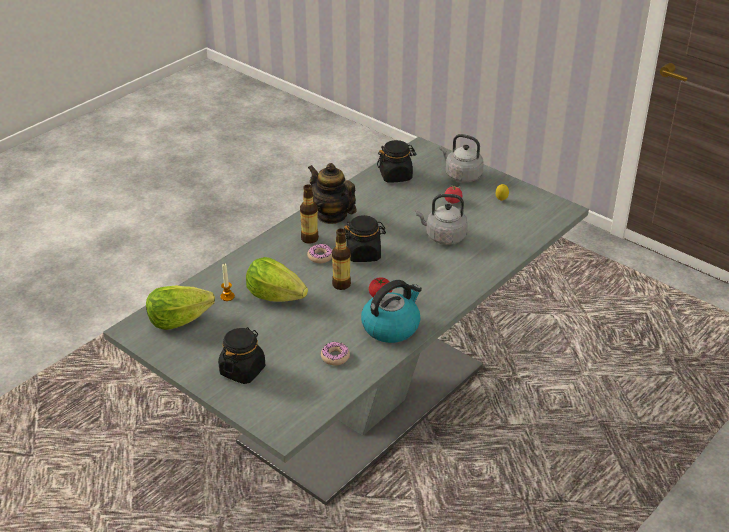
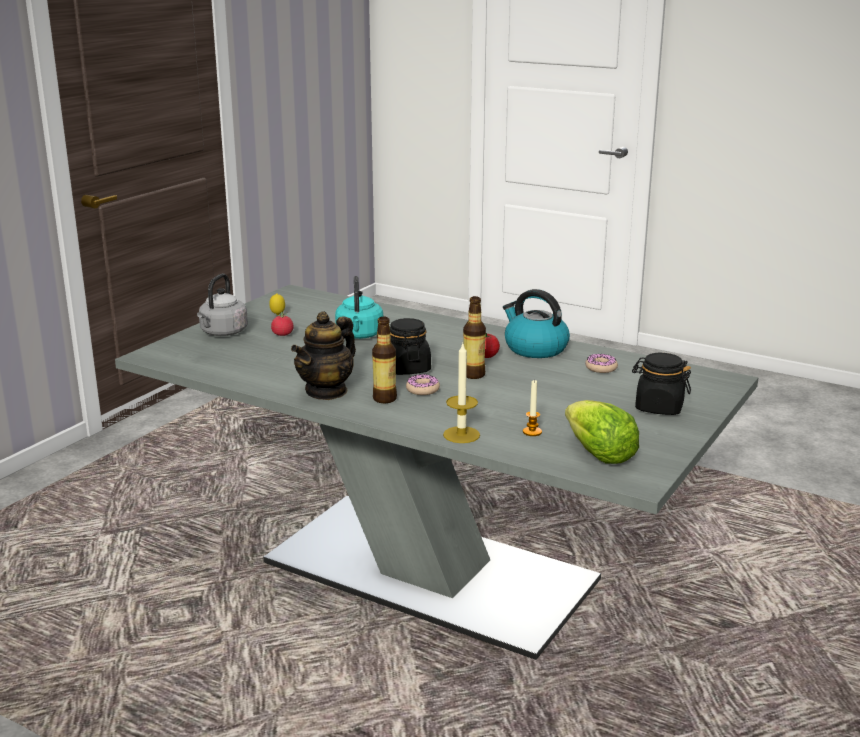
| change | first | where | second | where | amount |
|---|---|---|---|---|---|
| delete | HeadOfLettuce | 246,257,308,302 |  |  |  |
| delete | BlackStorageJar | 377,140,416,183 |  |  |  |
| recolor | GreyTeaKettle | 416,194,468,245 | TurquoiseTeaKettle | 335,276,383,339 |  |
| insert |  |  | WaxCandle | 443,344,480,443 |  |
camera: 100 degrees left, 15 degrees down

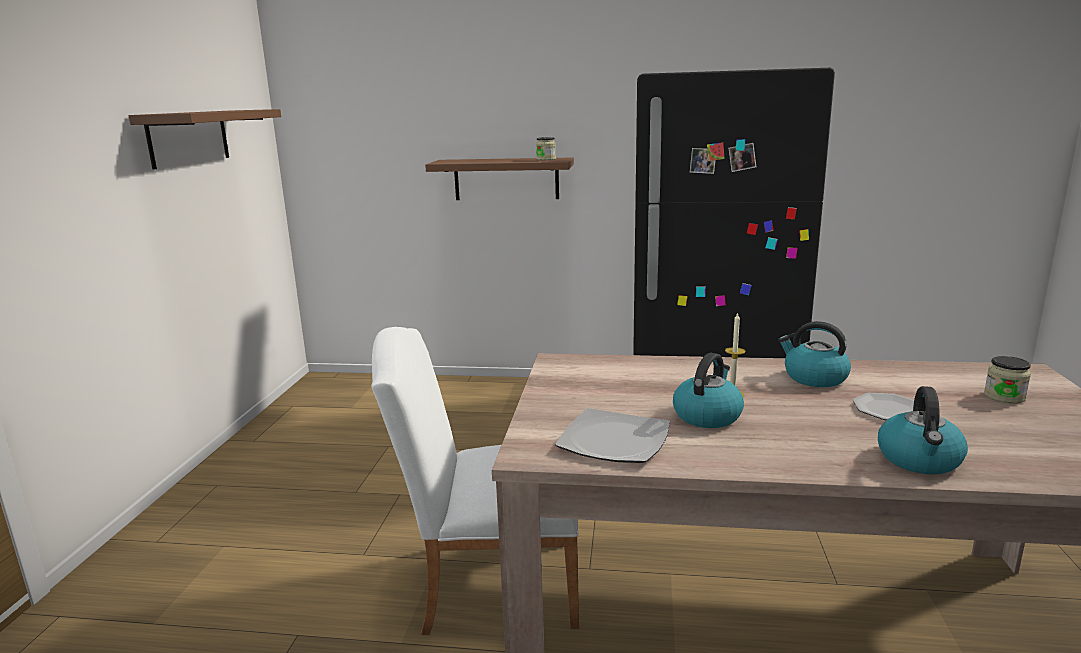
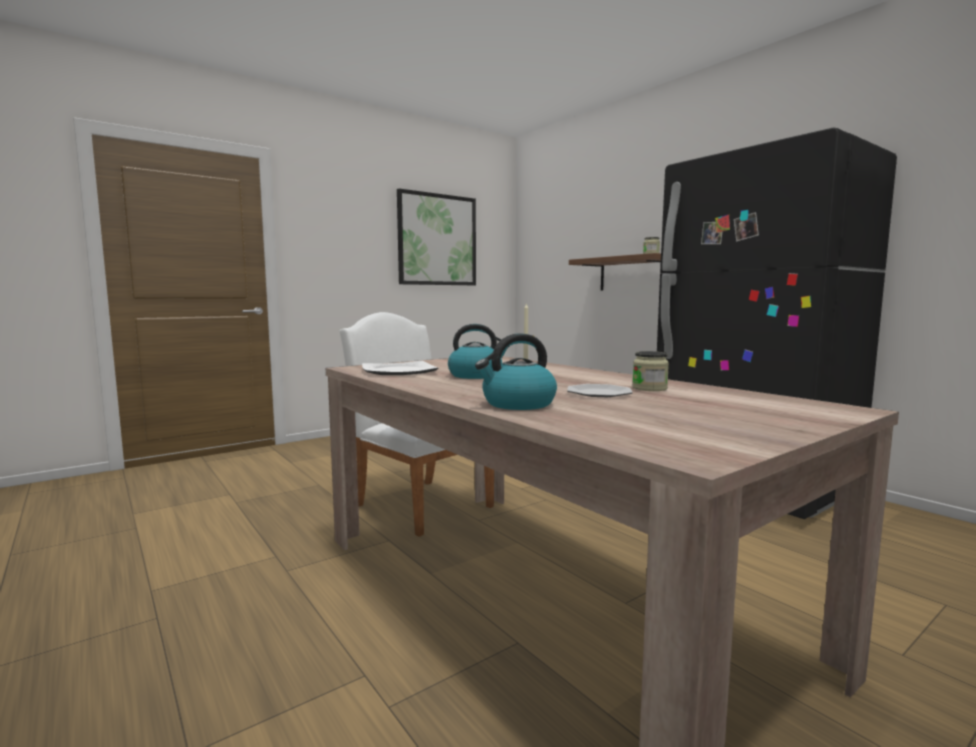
| change | first | where | second | where | amount |
|---|---|---|---|---|---|
| replace | BrownBracketShelf | 129,109,281,170 | WallArt | 397,188,476,285 |  |
| delete | TeaKettle | 778,321,851,387 |  |  |  |
| move | StorageJar | 984,356,1031,403 |  | 632,351,669,391 |  |
camera: 45 degrees right, 10 degrees down

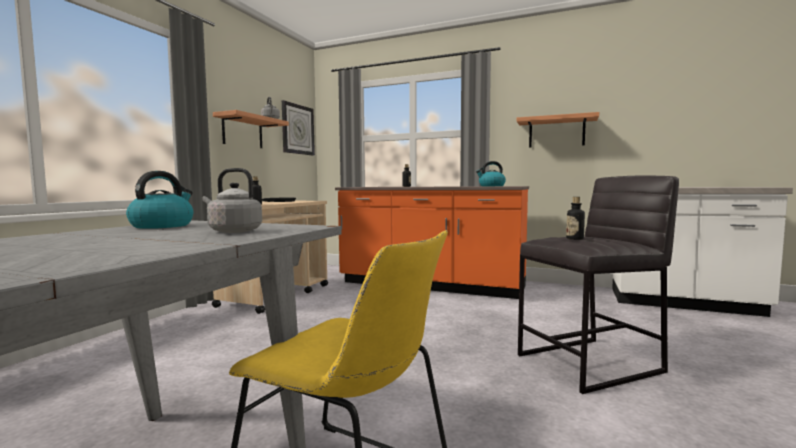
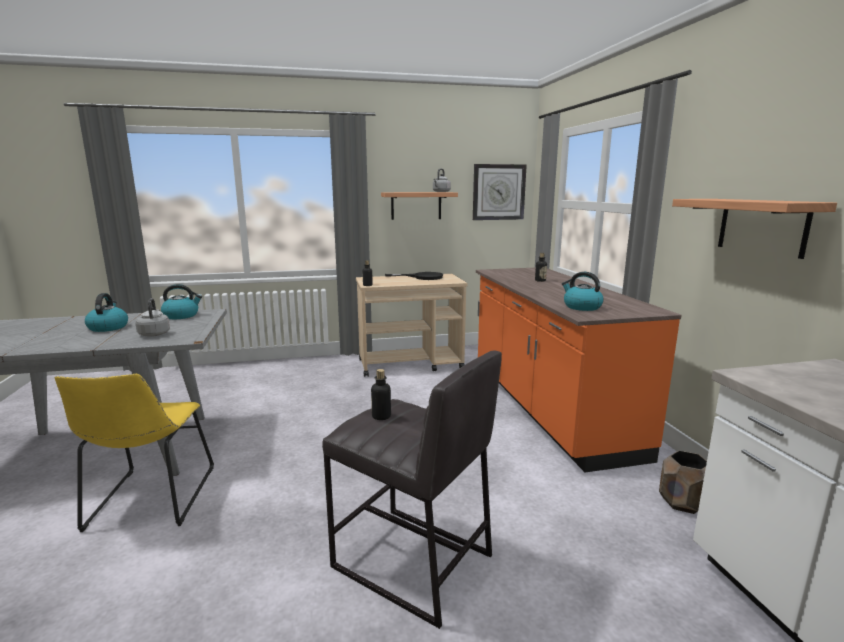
| change | first | where | second | where | amount |
|---|---|---|---|---|---|
| insert |  |  | TeaKettle | 85,293,128,332 |  |
| insert |  |  | BrownFlowerPot | 659,450,707,514 |  |
camera: 55 degrees right, 10 degrees up

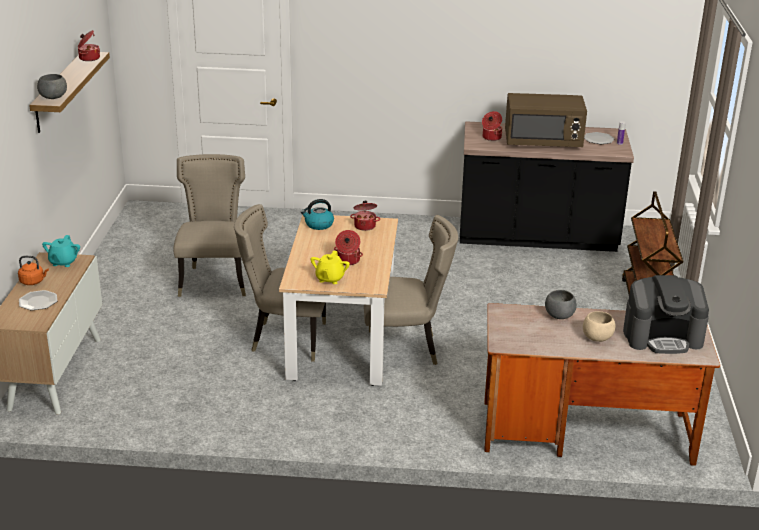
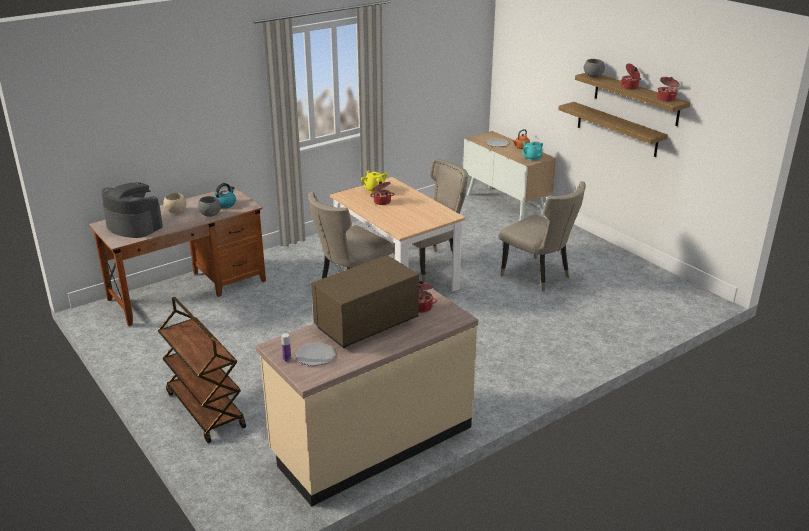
| change | first | where | second | where | amount |
|---|---|---|---|---|---|
| move | TeaKettle | 301,199,334,230 |  | 213,183,236,209 |  |
| move | CookingPot | 350,201,380,231 |  | 620,63,641,90 |  |
| recolor | BlackKitchenCounter | 460,121,634,252 | BeigeKitchenCounter | 256,283,478,506 |  |
| rotate | CoffeeBrewer | 623,275,709,354 |  | 101,182,163,238 | 75 degrees clockwise |
| insert |  |  | BracketShelf | 558,102,668,157 |  |
camera: 140 degrees right, 0 degrees up

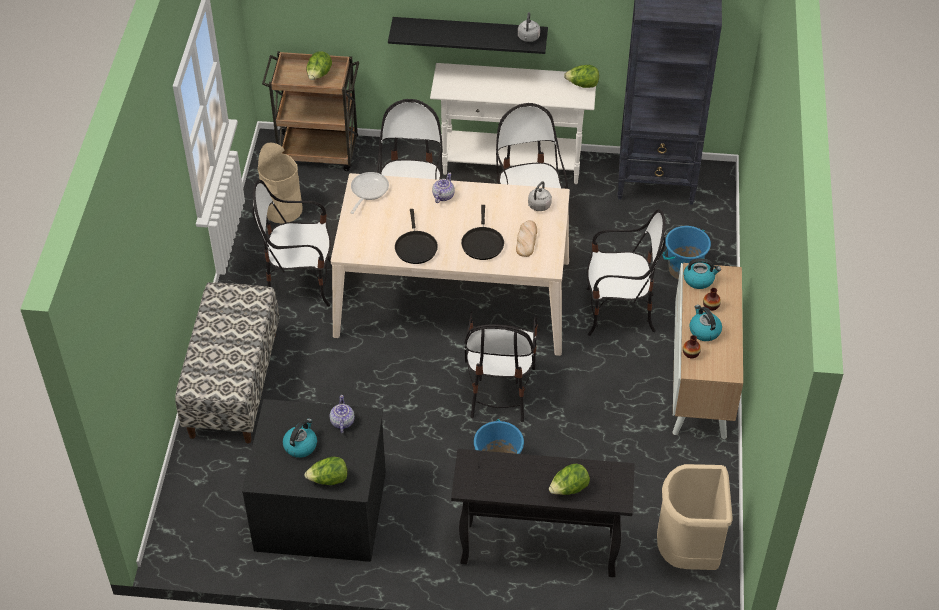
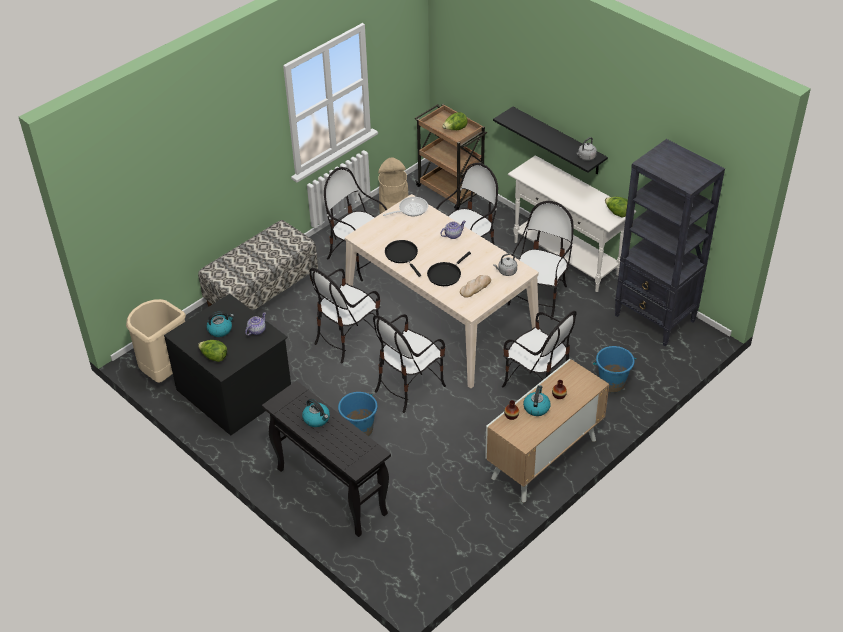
| change | first | where | second | where | amount |
|---|---|---|---|---|---|
| rotate | BlackFryingPan | 395,209,438,264 |  | 385,240,421,277 | 120 degrees clockwise |
| delete | HeadOfLettuce | 549,463,590,495 |  |  |  |
| move | BeigeRubbishBin | 657,464,733,570 |  | 126,299,186,383 |  |
| move | TeaKettle | 683,258,721,289 |  | 302,399,330,427 |  |
| insert |  |  | Chair | 309,268,380,364 |  |
camera: 40 degrees right, 5 degrees down

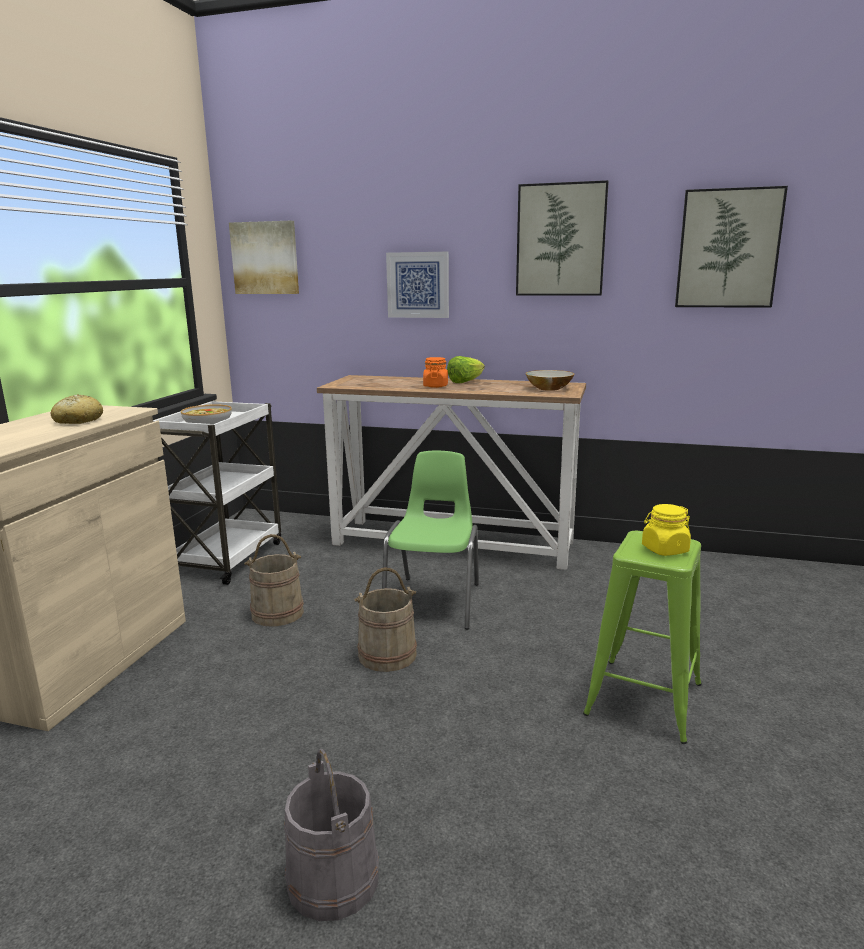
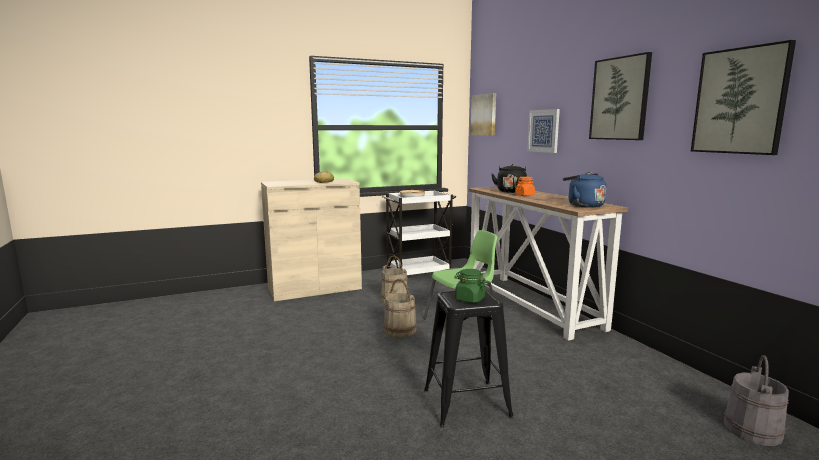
| change | first | where | second | where | amount |
|---|---|---|---|---|---|
| move | GreyBucket | 284,749,379,921 |  | 724,355,789,446 |  |
| delete | HeadOfLettuce | 447,356,485,383 |  |  |  |
| replace | Bowl | 525,370,574,391 | BluishTeaKettle | 563,172,607,208 |  |
| recolor | GreenColouredSittingStool | 583,531,702,744 | BlackSittingStool | 424,290,514,427 |  |
| recolor | YellowStorageJar | 642,504,691,556 | GreenColouredStorageJar | 454,269,486,303 |  |
| insert |  |  | BlackTeaKettle | 492,164,527,193 |  |
camera: 50 degrees right, 5 degrees down

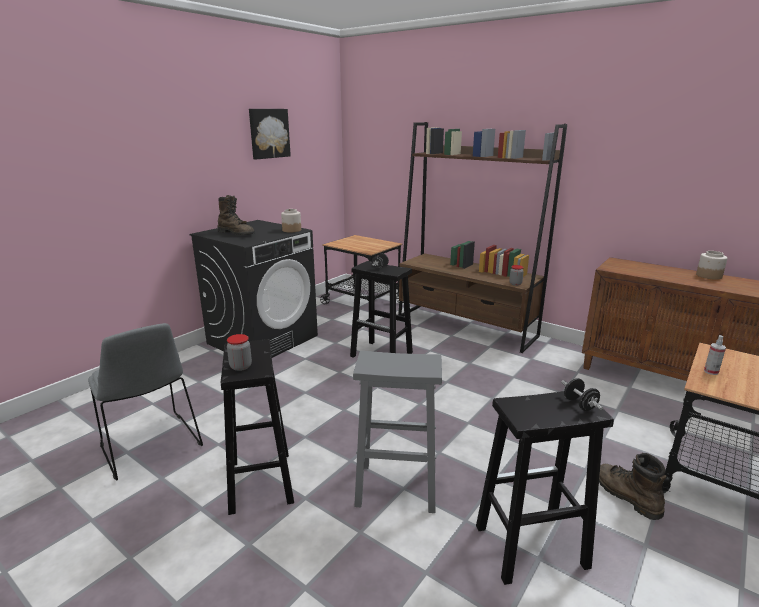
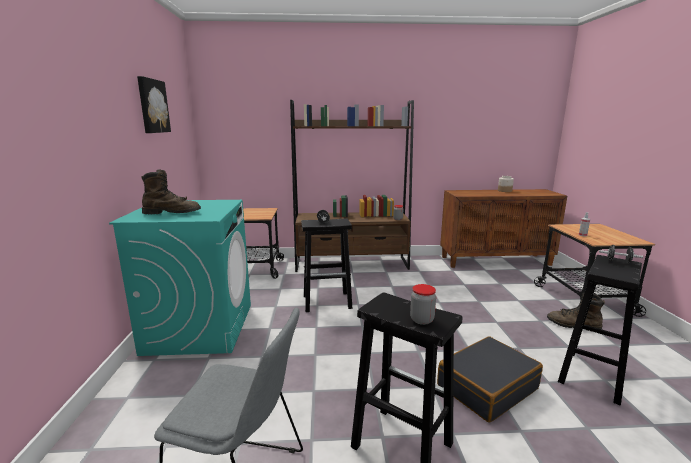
| change | first | where | second | where | amount |
|---|---|---|---|---|---|
| recolor | BlackLaundryAppliance | 190,220,318,358 | TurquoiseLaundryAppliance | 109,200,251,356 |  |
| delete | StorageJar | 281,209,301,233 |  |  |  |
| replace | GreySittingStool | 353,351,442,513 | BlackTravelCase | 437,336,543,423 |  |
camera: 40 degrees left, 5 degrees down

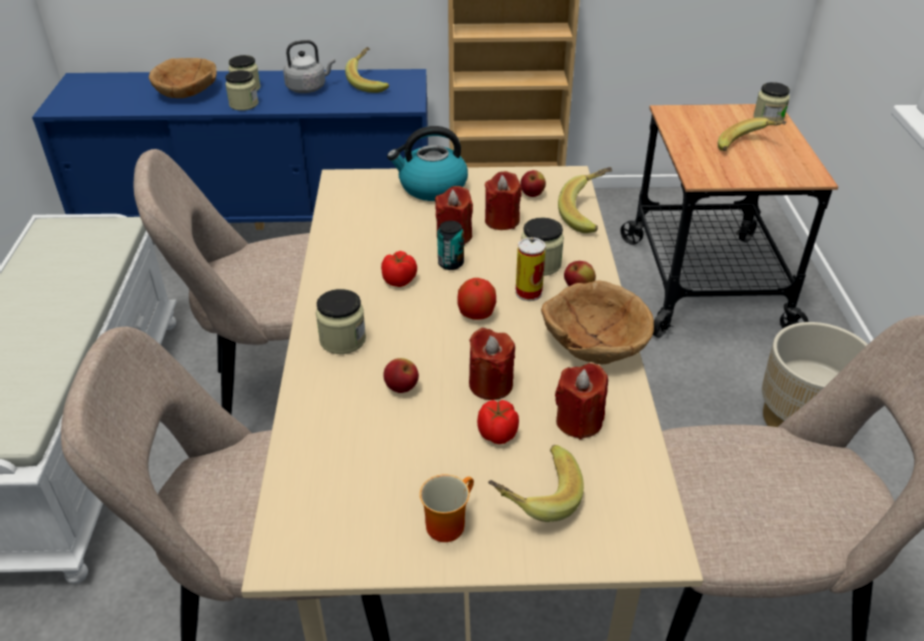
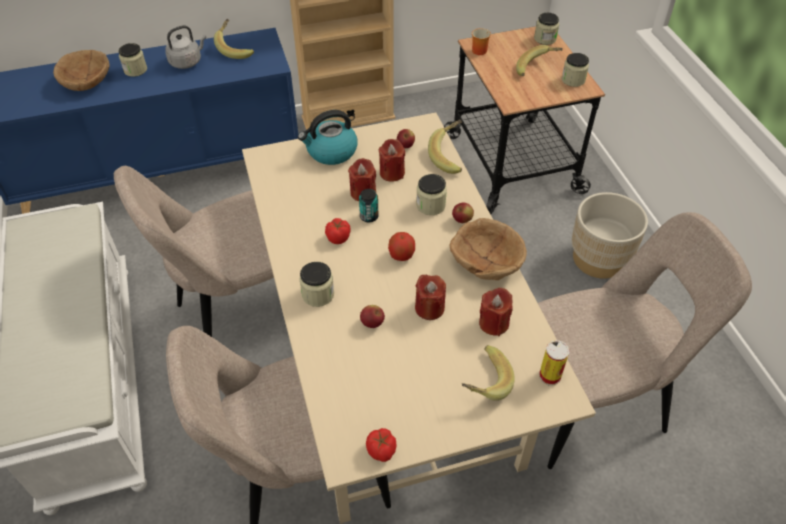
| change | first | where | second | where | amount |
|---|---|---|---|---|---|
| move | StorageJar | 225,70,259,111 |  | 562,53,589,87 |  |
| move | CoffeeMug | 420,475,474,542 |  | 472,28,491,55 |  |
| move | FreshTomato | 477,400,519,444 |  | 366,428,397,462 |  |
| move | Can | 515,237,546,301 |  | 539,340,569,386 |  |
camera: 15 degrees left, 10 degrees up

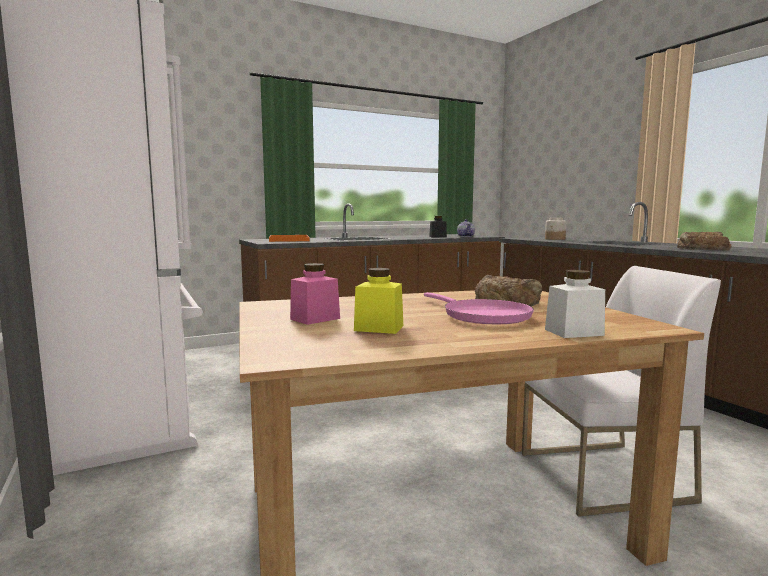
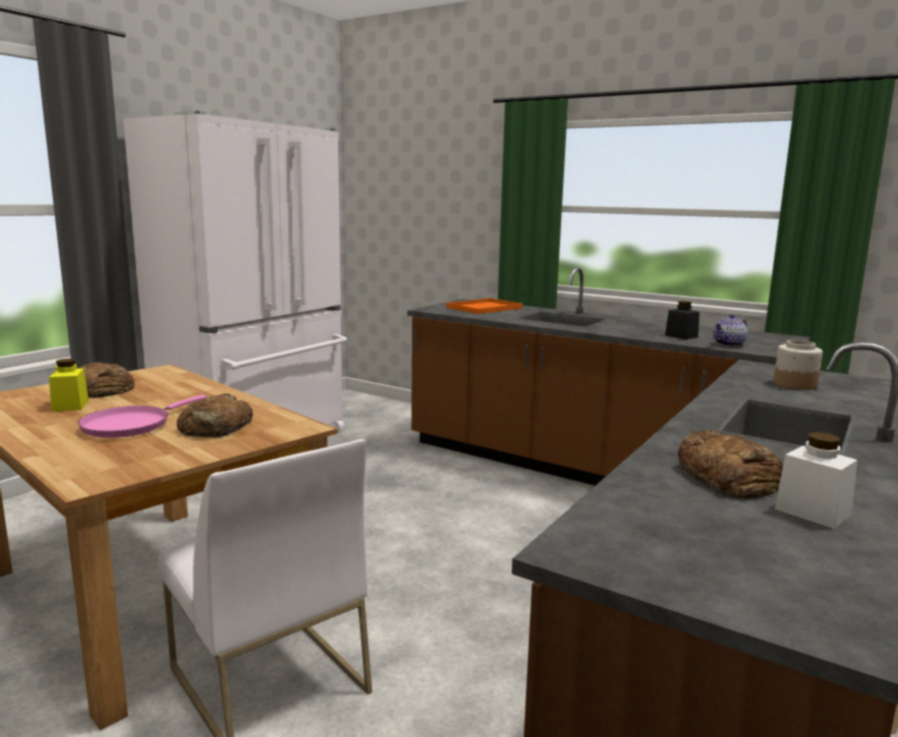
| change | first | where | second | where | amount |
|---|---|---|---|---|---|
| replace | PinkColouredStorageJar | 290,263,340,325 | BakedBread | 79,362,135,398 |  |
| move | WhitishStorageJar | 545,270,605,338 |  | 775,432,857,529 |  |
camera: 60 degrees right, 5 degrees up

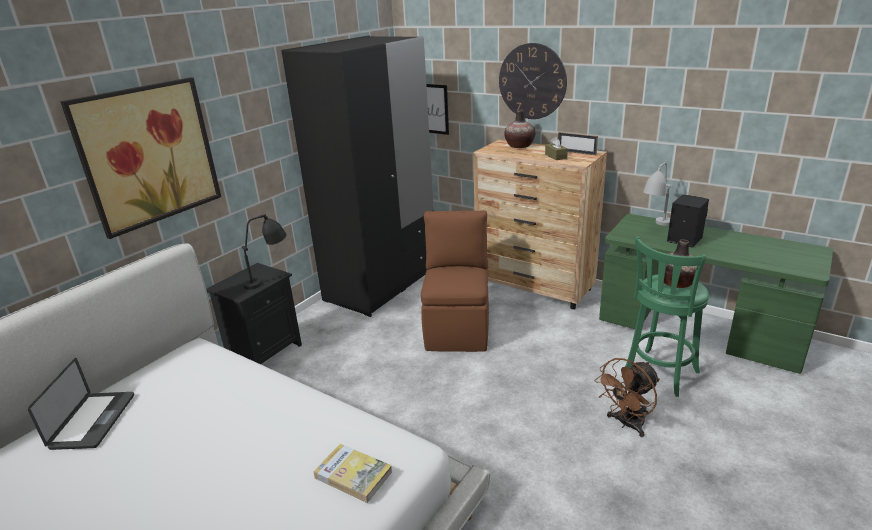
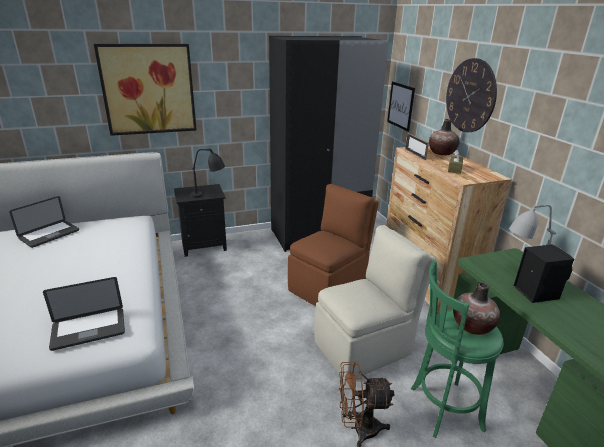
| change | first | where | second | where | amount |
|---|---|---|---|---|---|
| replace | BoundBook | 314,444,392,503 | PortableComputer | 43,277,125,351 |  |
| move | PictureFrame | 558,132,598,155 |  | 405,133,429,160 |  |
| insert |  |  | BeigeChair | 314,225,437,380 |  |
camera: 35 degrees right, 0 degrees up

